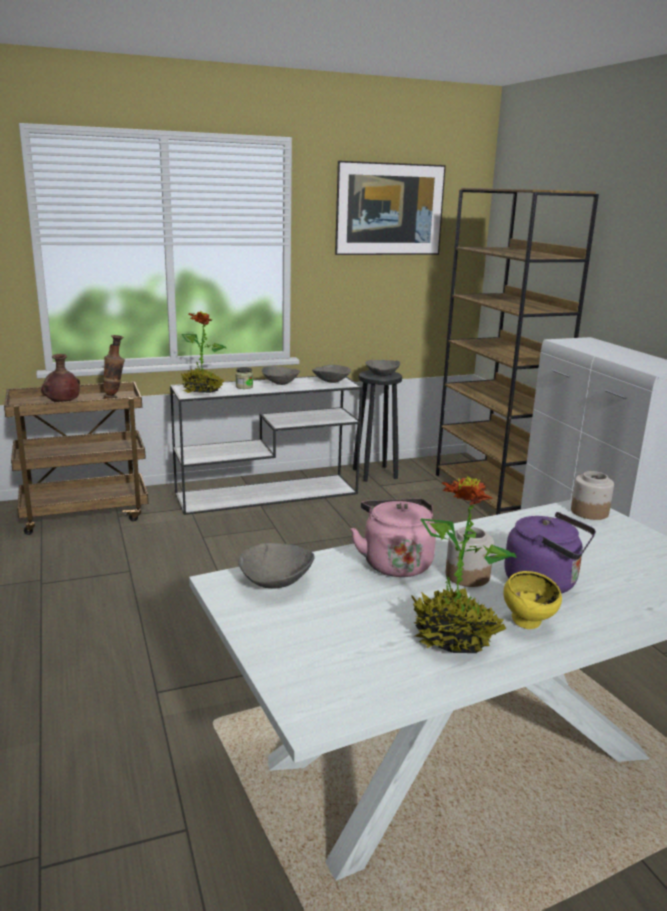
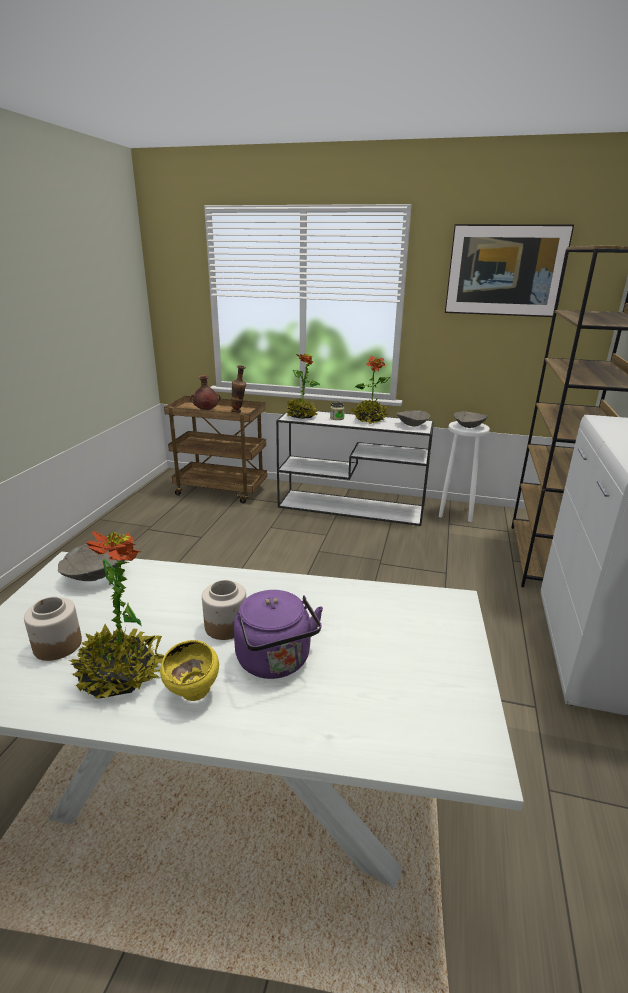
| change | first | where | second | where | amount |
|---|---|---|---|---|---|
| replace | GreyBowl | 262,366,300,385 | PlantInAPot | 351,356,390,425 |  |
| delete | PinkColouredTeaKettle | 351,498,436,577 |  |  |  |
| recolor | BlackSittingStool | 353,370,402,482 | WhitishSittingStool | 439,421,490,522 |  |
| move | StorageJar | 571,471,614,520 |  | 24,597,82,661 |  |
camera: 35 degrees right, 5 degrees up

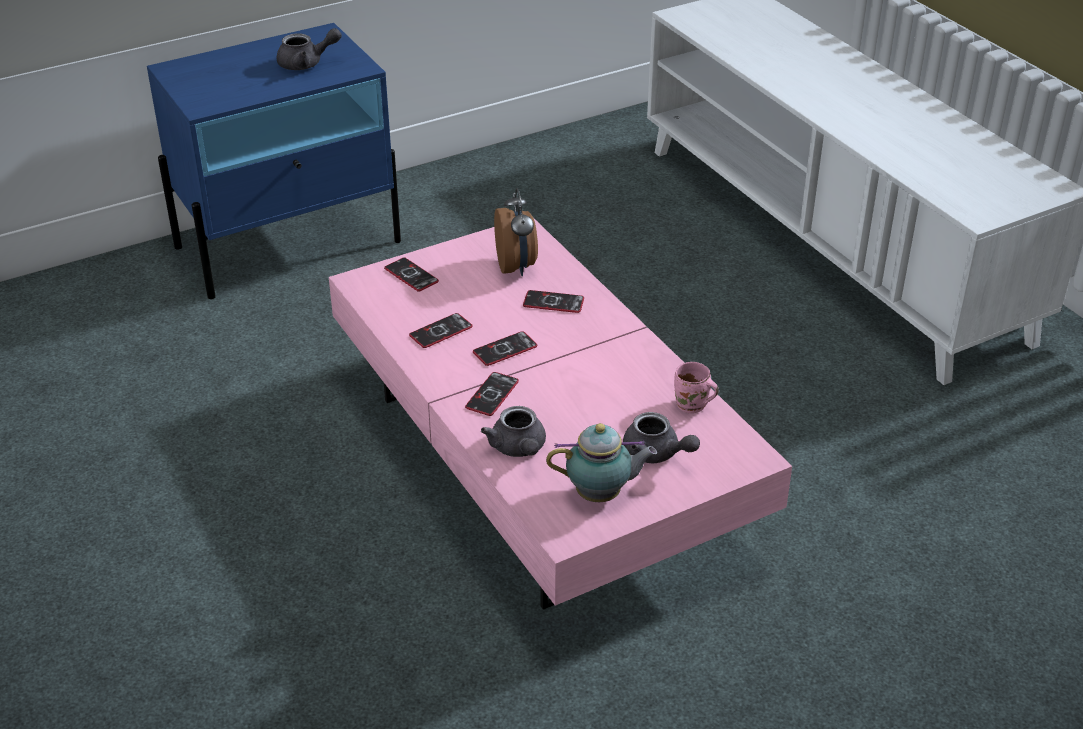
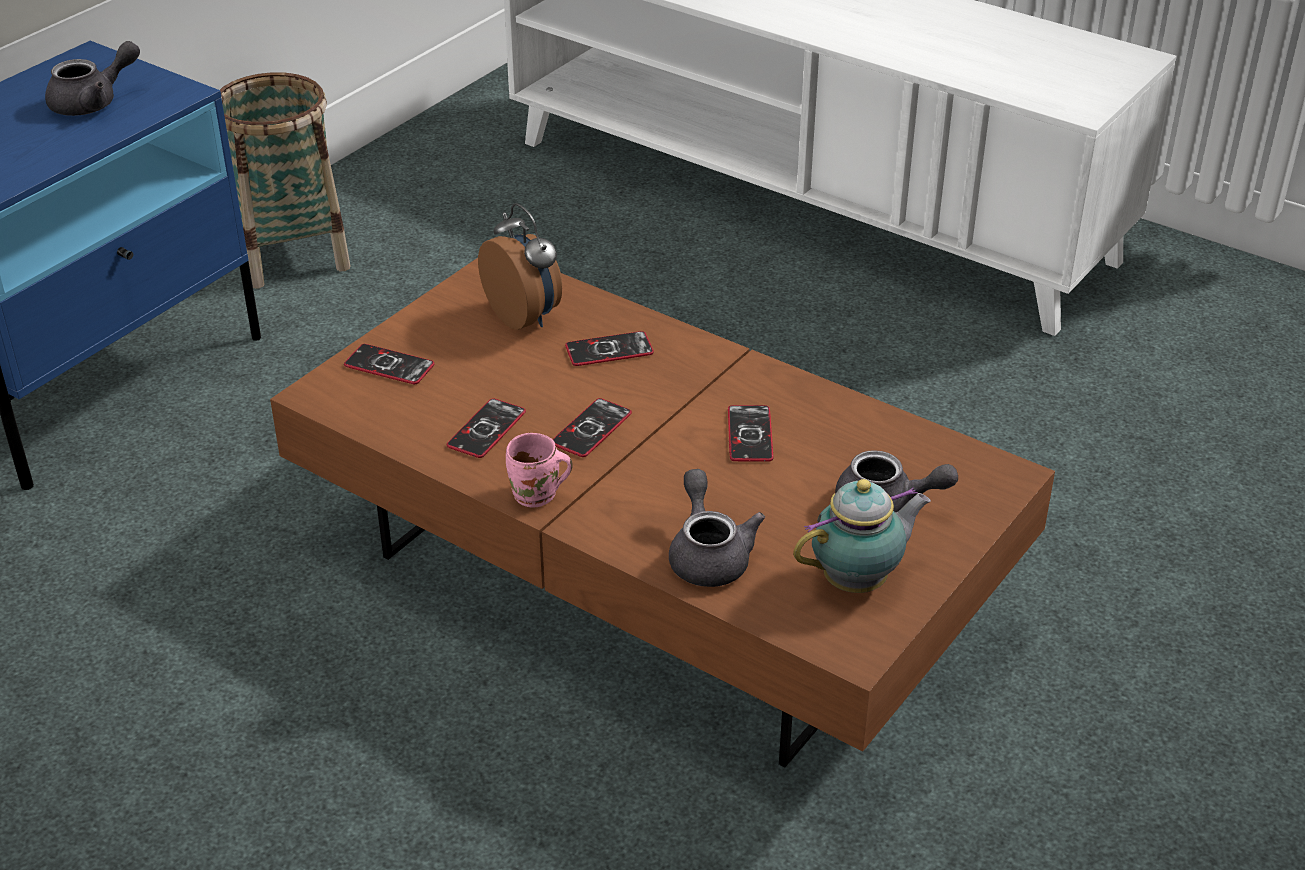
| change | first | where | second | where | amount |
|---|---|---|---|---|---|
| recolor | PinkColouredLoungeTable | 329,219,792,610 | BrownLoungeTable | 270,258,1055,767 |  |
| move | Telephone | 465,372,519,416 |  | 728,405,773,462 |  |
| rotate | GreyPotForTea | 481,406,546,457 |  | 669,469,765,587 | 150 degrees counterclockwise |
| move | PinkColouredCoffeeMug | 674,362,719,413 |  | 506,433,573,508 |  |
| insert |  |  | Basket | 220,72,350,288 |  |
camera: 25 degrees left, 0 degrees up

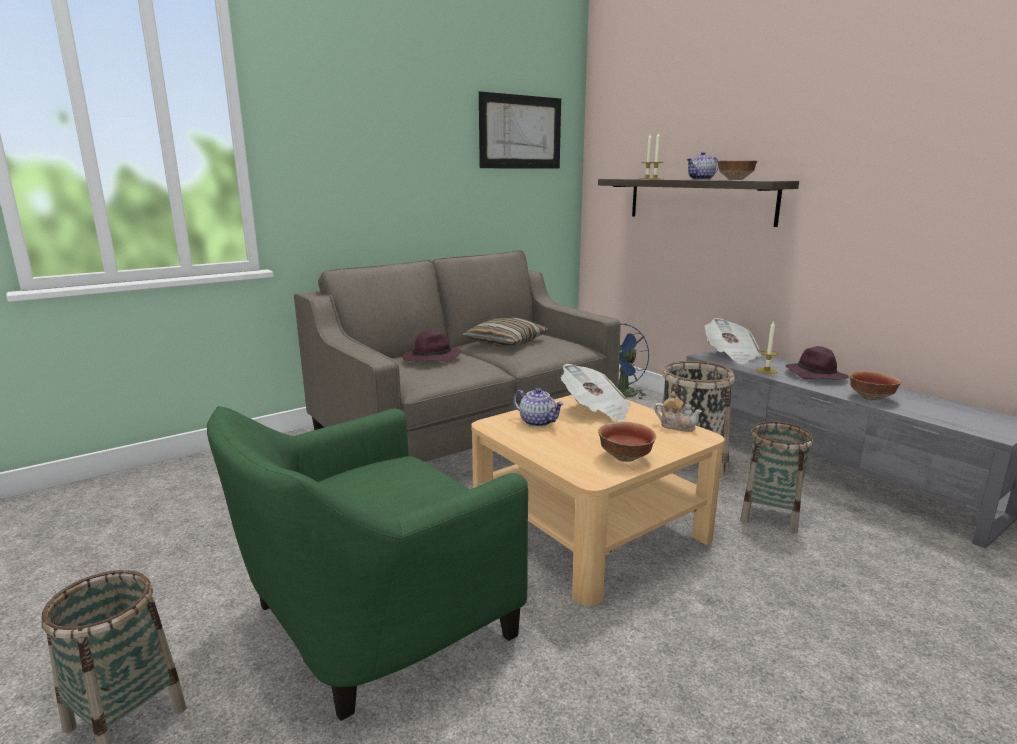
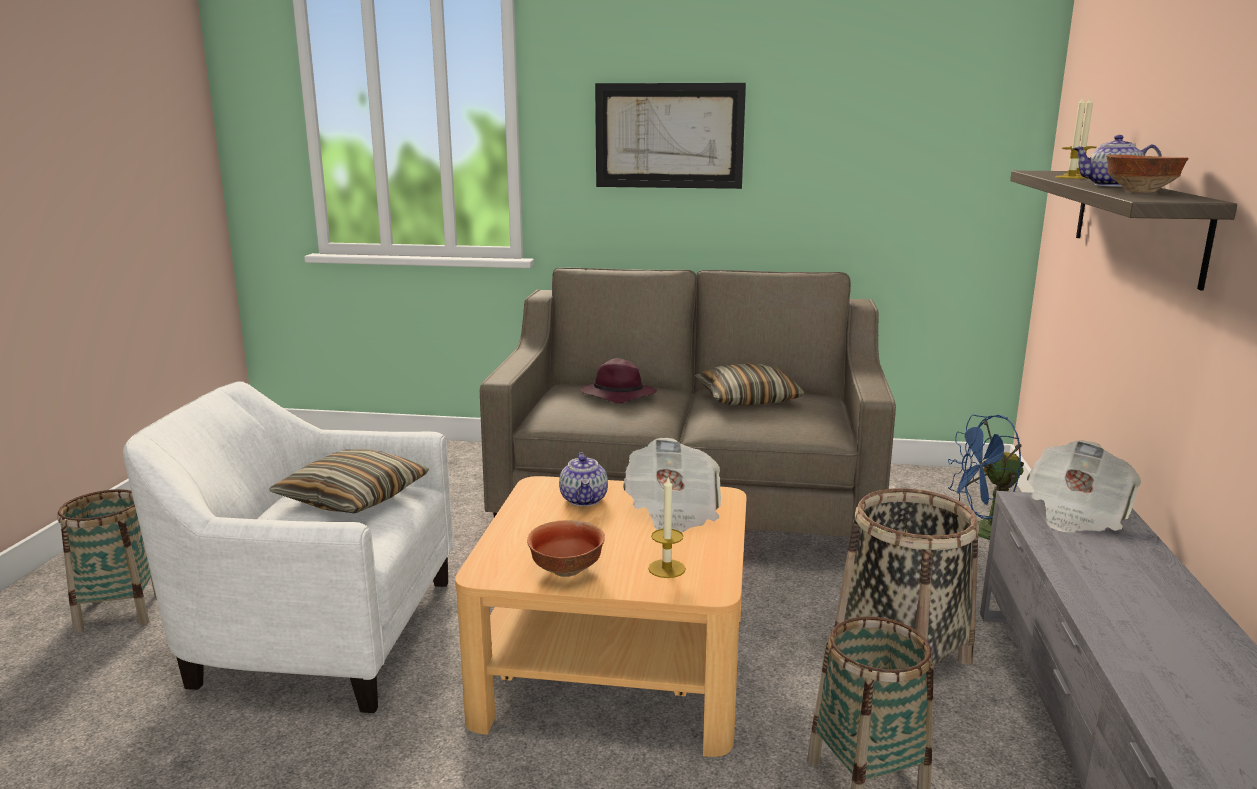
| change | first | where | second | where | amount |
|---|---|---|---|---|---|
| recolor | GreenColouredArmchair | 207,406,528,721 | WhitishArmchair | 123,381,453,713 |  |
| move | WallArt | 479,91,561,169 |  | 595,83,746,189 |  |
| delete | PotForTea | 654,392,702,432 |  |  |  |
| move | WaxCandle | 757,321,778,374 |  | 648,476,686,578 |  |
| delete | PurplishClothingHat | 786,346,849,380 |  |  |  |
| delete | Bowl | 849,371,902,401 |  |  |  |
| insert |  |  | Pillow | 269,449,430,513 |  |
camera: 45 degrees right, 0 degrees up

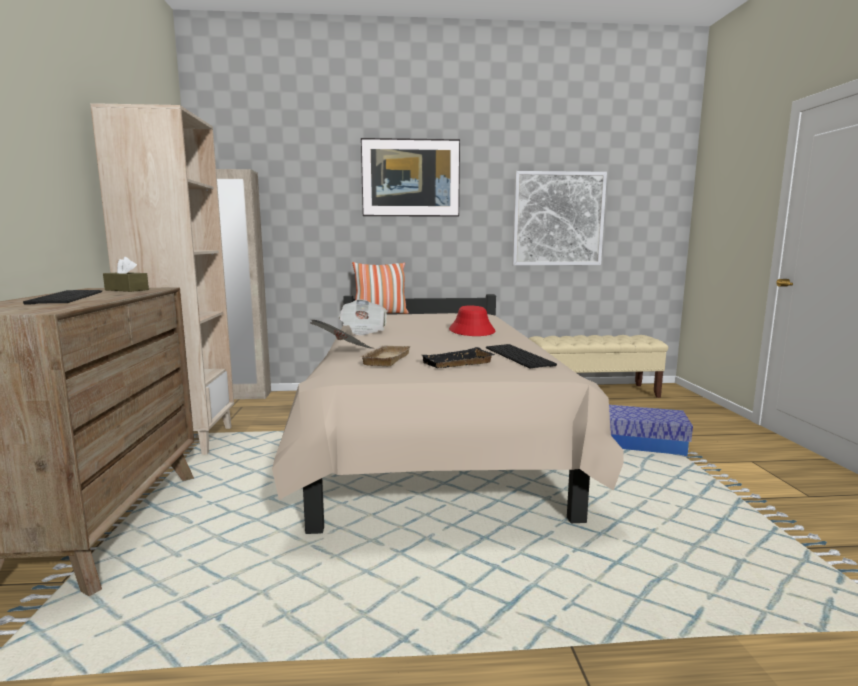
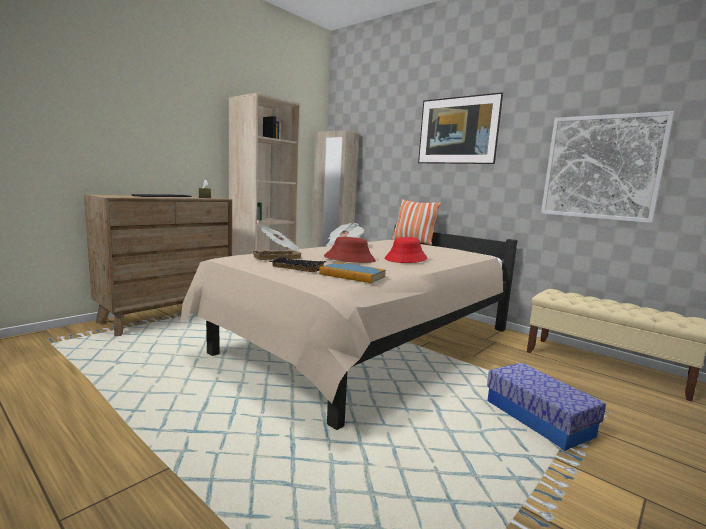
| change | first | where | second | where | amount |
|---|---|---|---|---|---|
| replace | PcKeyboard | 486,344,557,368 | BoundBook | 319,262,386,283 |  |
| insert |  |  | RedColouredClothingHat | 324,237,376,263 |  |
camera: 45 degrees right, 0 degrees up

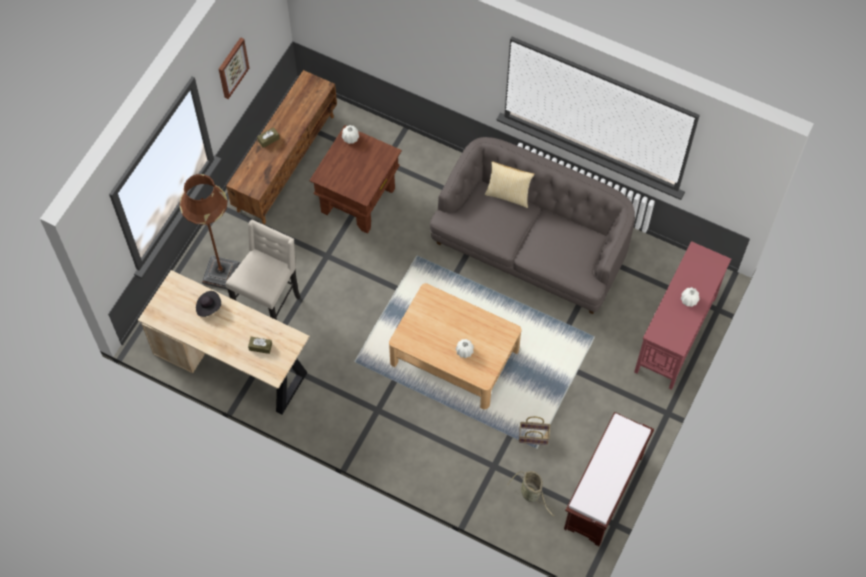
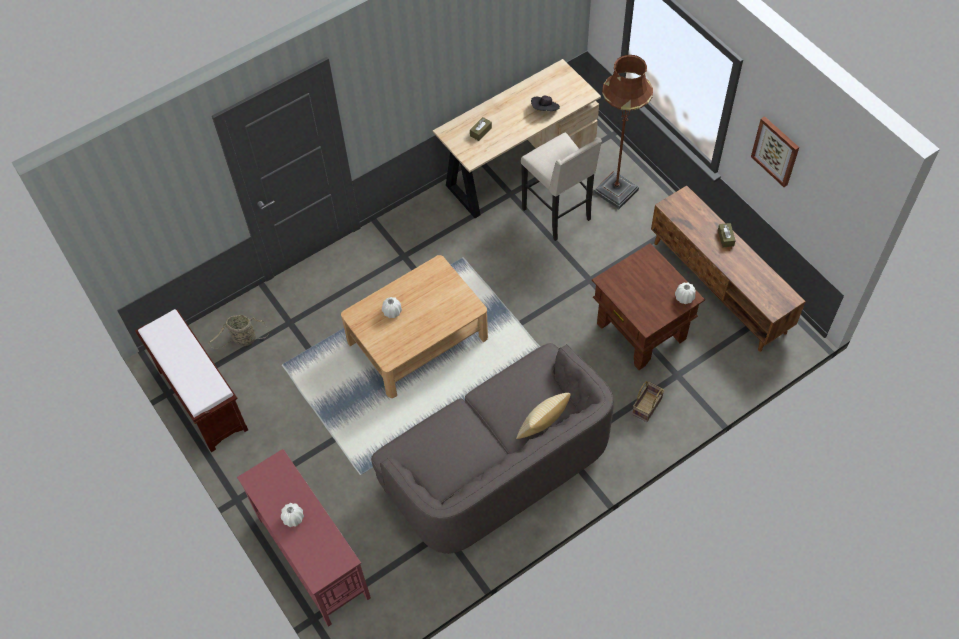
| change | first | where | second | where | amount |
|---|---|---|---|---|---|
| move | Basket | 519,416,550,445 |  | 632,381,665,422 |  |
camera: 120 degrees right, 5 degrees down

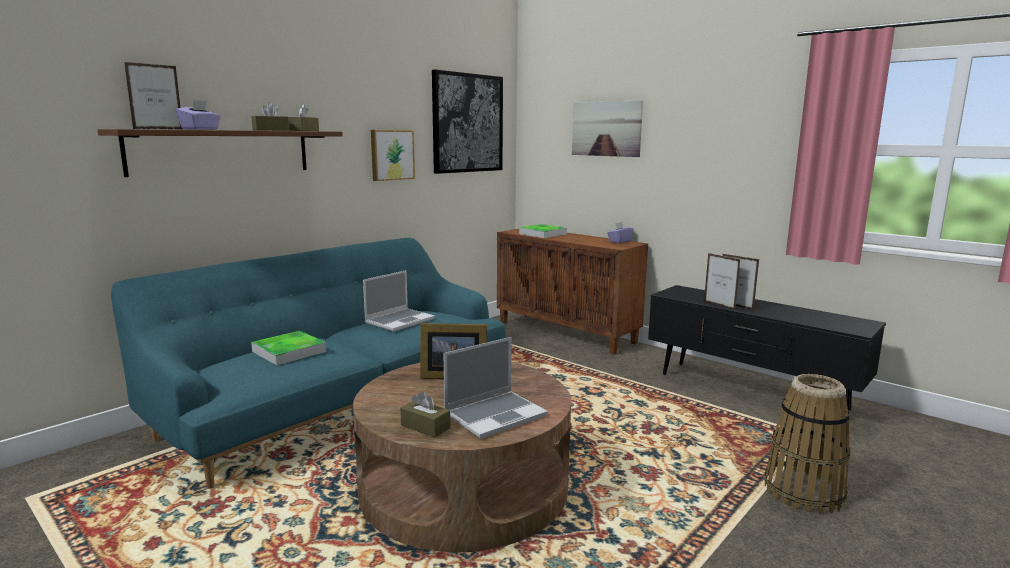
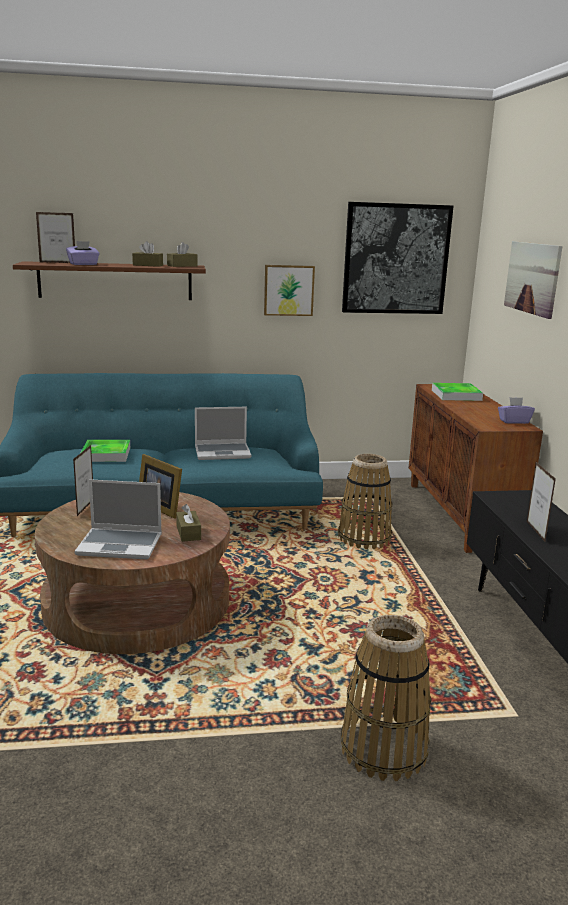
| change | first | where | second | where | amount |
|---|---|---|---|---|---|
| move | BrownTissueHolder | 400,391,450,438 |  | 176,504,201,542 |  |
| move | PictureFrame | 704,253,740,310 |  | 73,445,93,516 |  |
| insert |  |  | Basket | 338,454,393,549 |  |
camera: 40 degrees right, 5 degrees up

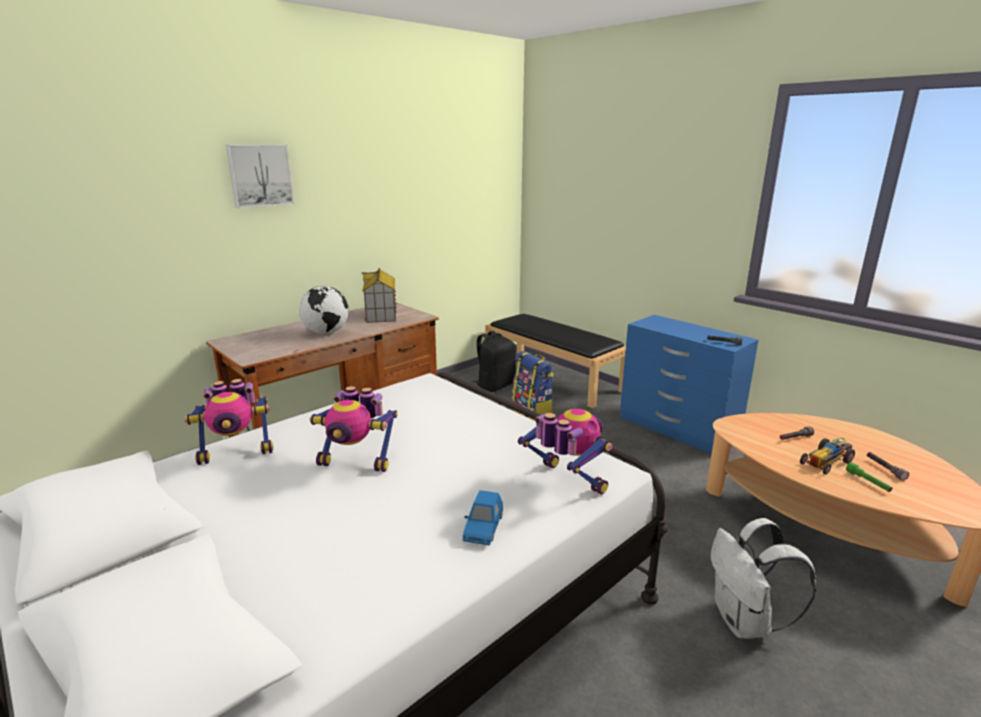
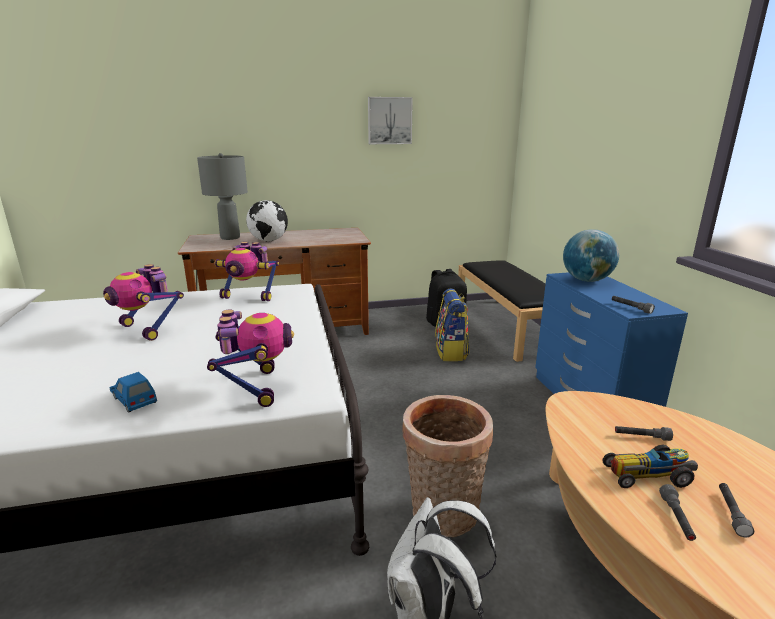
| change | first | where | second | where | amount |
|---|---|---|---|---|---|
| move | ToyRobot | 185,379,273,465 |  | 214,242,279,301 |  |
| move | WallArt | 226,145,295,208 |  | 368,97,413,144 |  |
| delete | ToyHouse | 362,268,397,323 |  |  |  |
| rotate | BluishToyCar | 463,490,503,545 |  | 109,372,157,413 | 90 degrees clockwise |
| recolor | GreenColouredTorch | 846,462,892,492 | GreyTorch | 659,484,696,541 |  |
| insert |  |  | GreyLampForATable | 197,153,248,240 |  |
| insert |  |  | Basket | 403,395,493,537 |  |
| insert |  |  | WorldGlobe | 563,229,619,282 |  |
camera: 30 degrees right, 0 degrees up

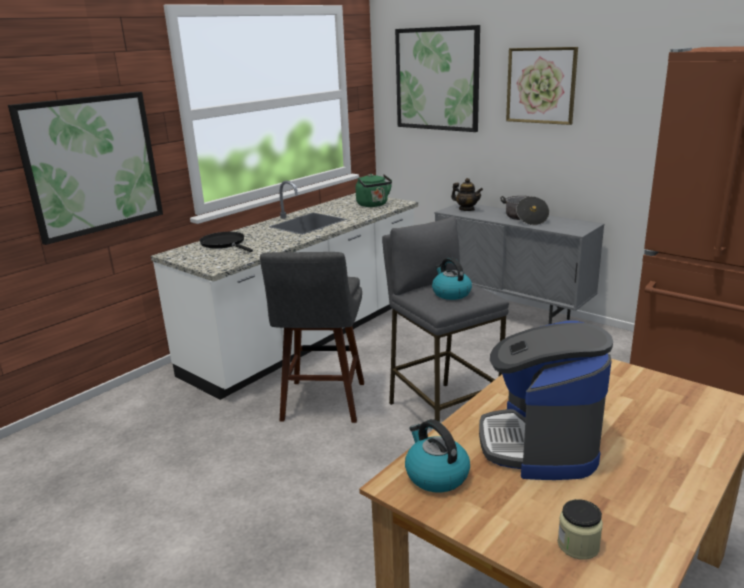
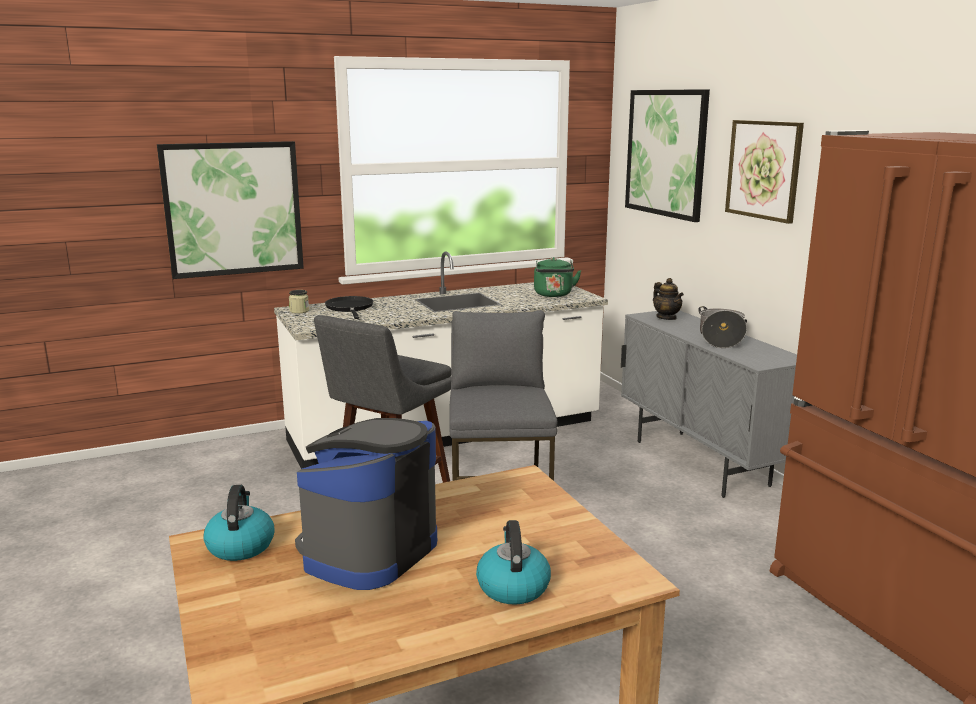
| change | first | where | second | where | amount |
|---|---|---|---|---|---|
| move | TeaKettle | 432,257,472,300 |  | 476,520,551,604 |  |
| move | StorageJar | 558,499,603,560 |  | 289,290,309,313 |  |
camera: 25 degrees right, 5 degrees down

